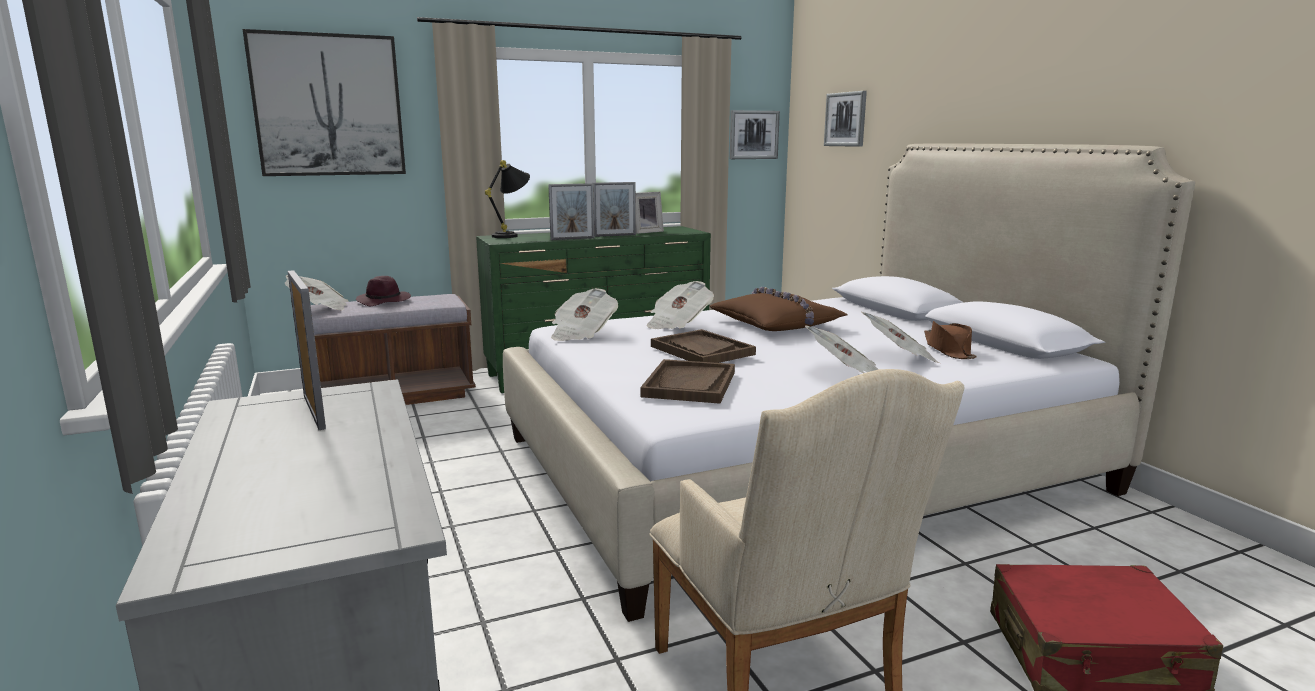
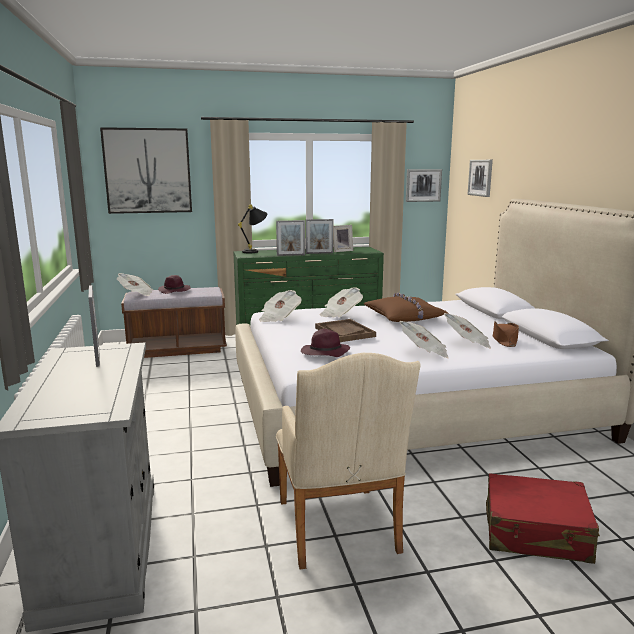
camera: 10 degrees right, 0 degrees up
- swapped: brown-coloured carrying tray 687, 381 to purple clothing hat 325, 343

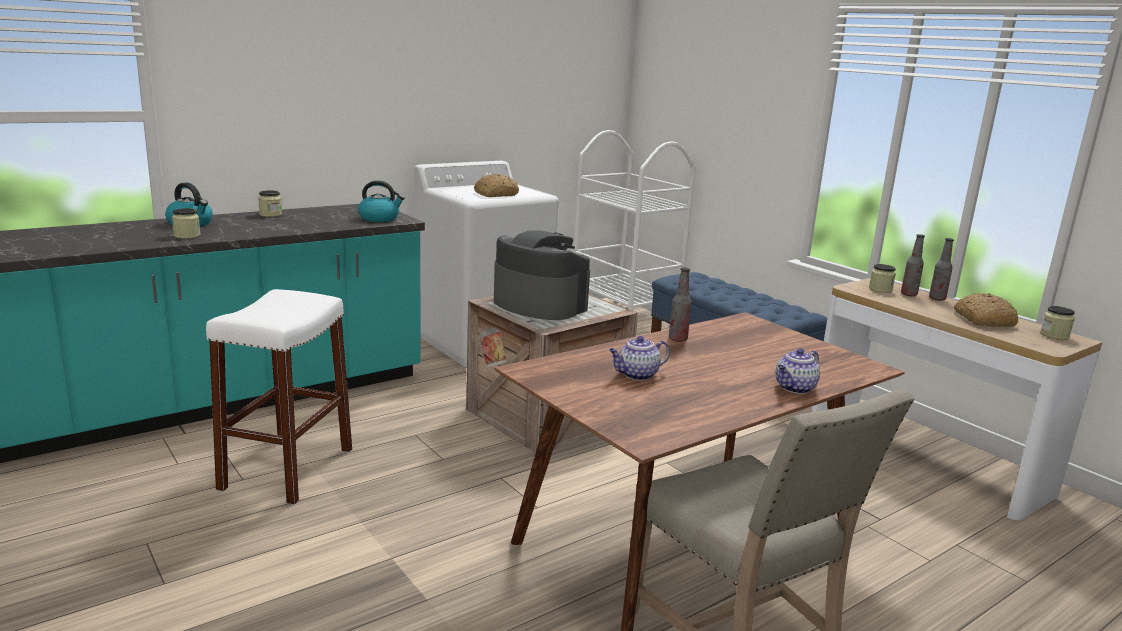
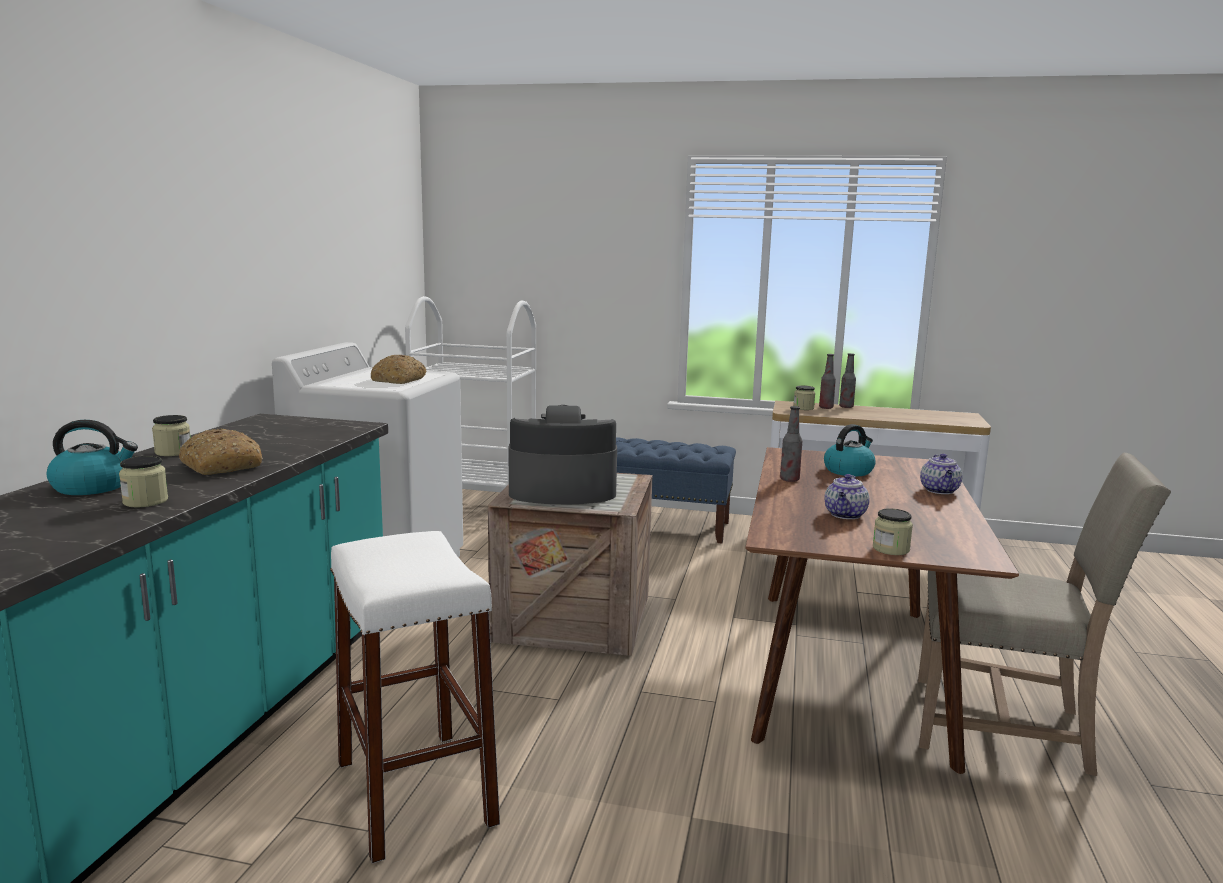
camera: 40 degrees left, 5 degrees down
- shifted: kettle 381, 201 to 850, 450
- shifted: bakery bread 986, 310 to 221, 451
- shifted: storage jar 1057, 323 to 893, 531

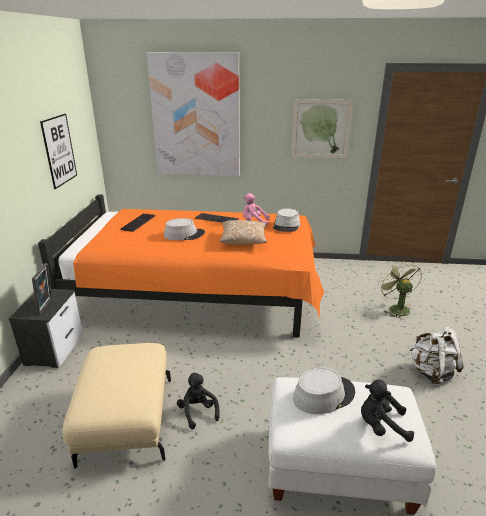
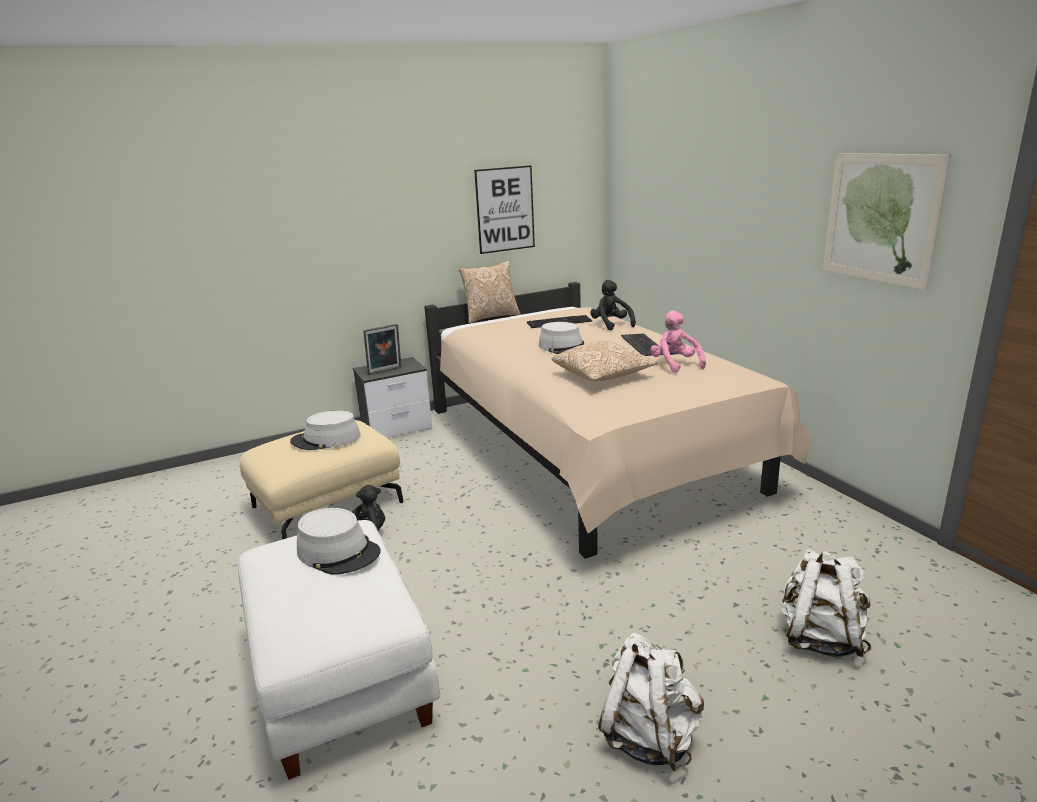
camera: 60 degrees right, 5 degrees down
- gone: picture 193, 114
- repainted: orange-coloured bed 181, 266 to sand-coloured bed 618, 420
- shifted: greyish clothing hat 286, 220 to 325, 430
- swapped: green-coloured electric fan 400, 290 to white knapsack 825, 603
- shifted: black-coloured cuddly toy 387, 410 to 613, 305
- new: pillow 490, 292

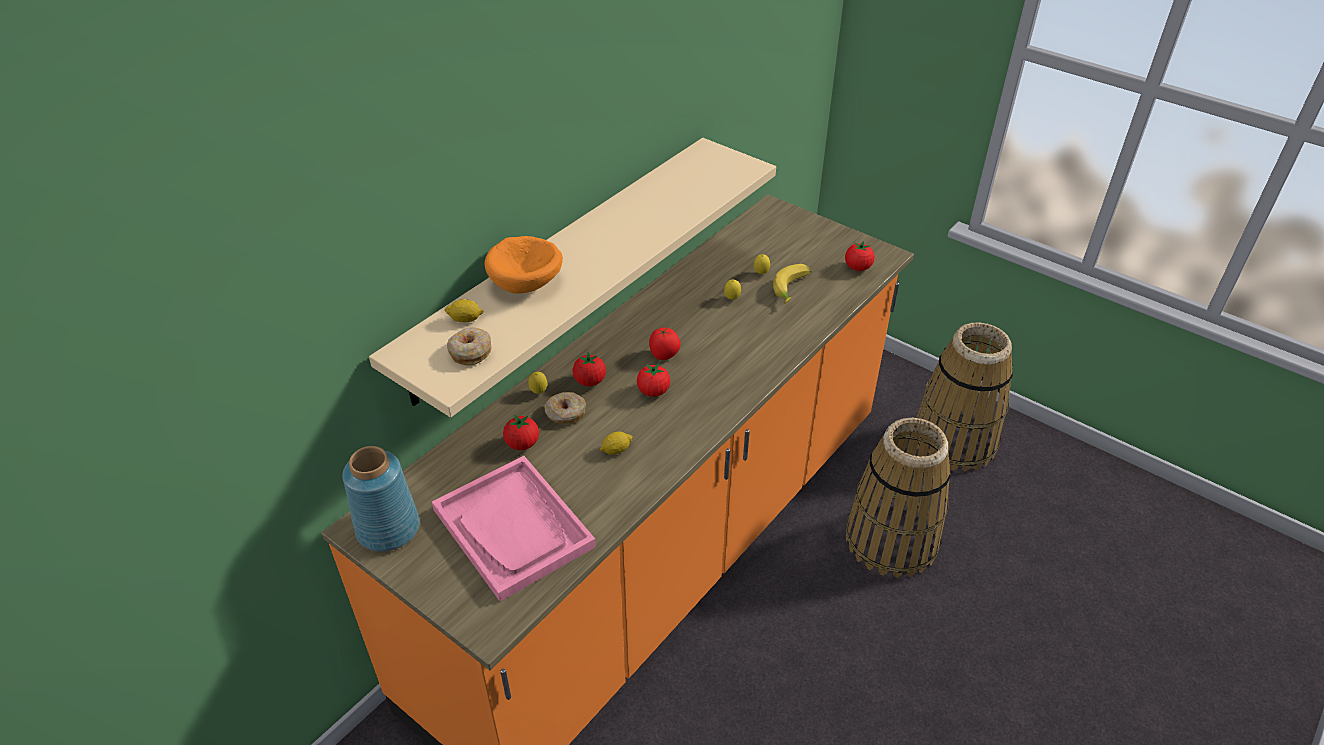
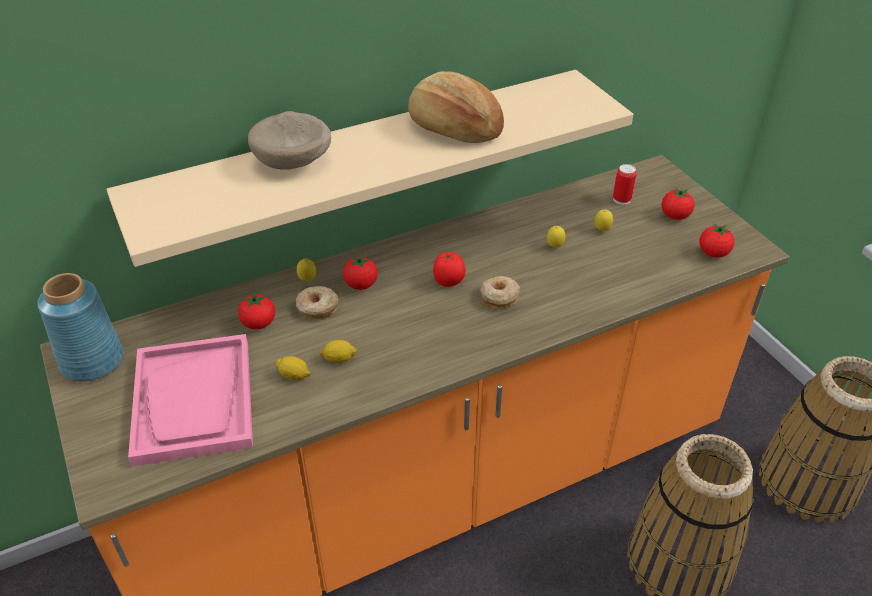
camera: 25 degrees right, 0 degrees up
- repainted: orange-coloured deep dish 524, 265 to sand-coloured deep dish 289, 140
- gone: banana fruit 792, 284
- shifted: lemon 464, 310 to 293, 368
- shifted: doughnut 469, 346 to 500, 293
- shifted: whole tomato 653, 380 to 678, 203
- new: bakery bread 456, 107
- new: can 625, 184

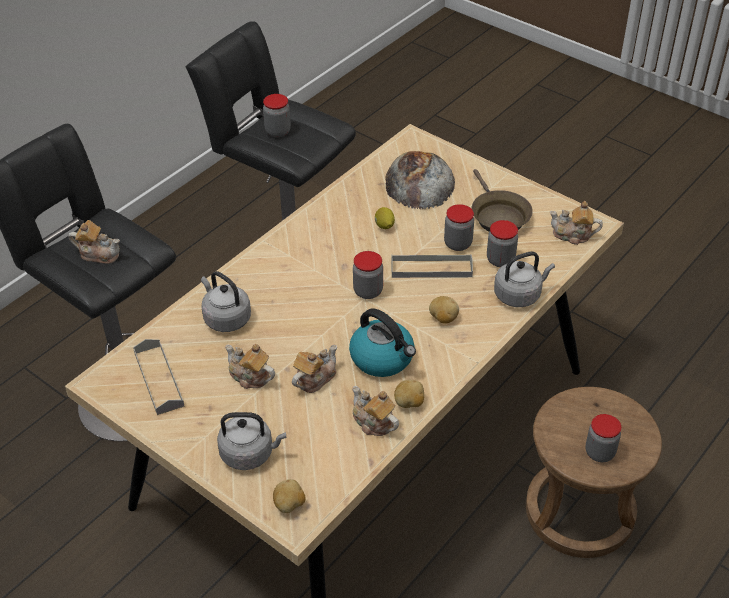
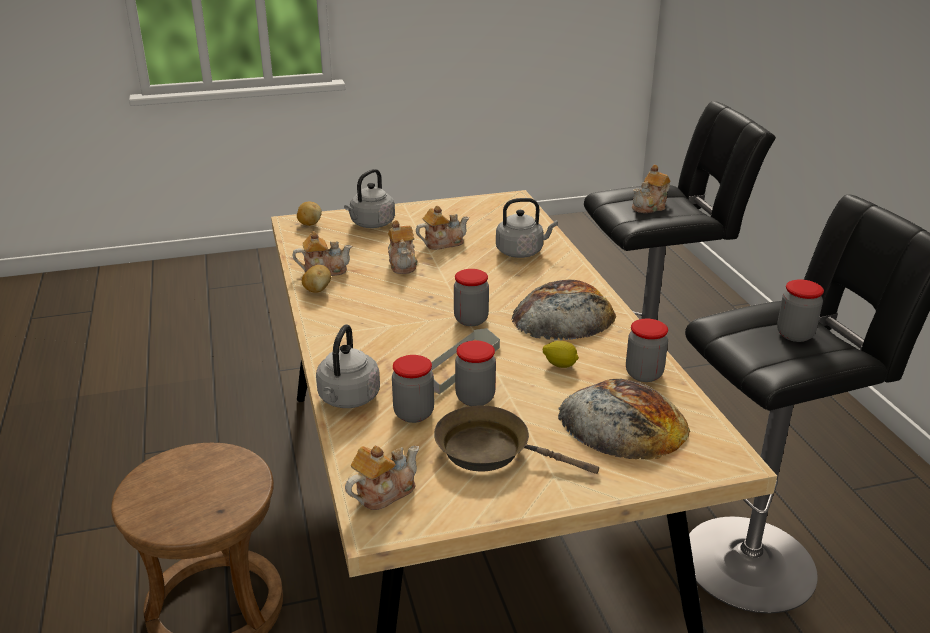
camera: 125 degrees right, 15 degrees down
- gone: spud 444, 310
- gone: kettle 382, 342
- gone: greyish carrying tray 159, 377
- shifted: storage jar 603, 438 to 647, 350
- new: bakery bread 564, 310

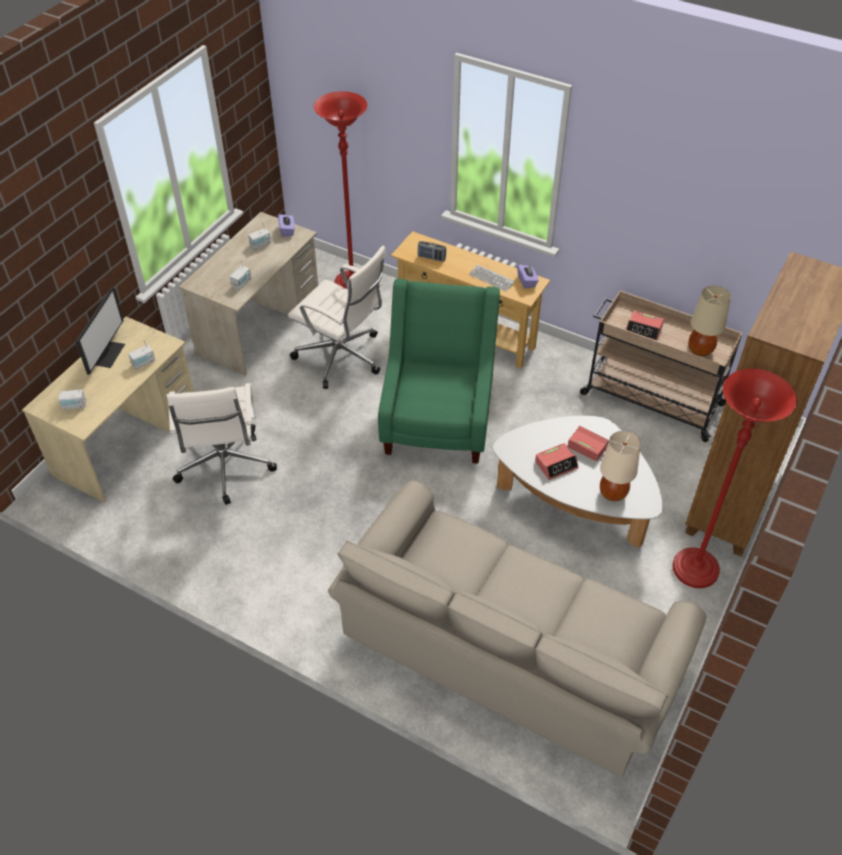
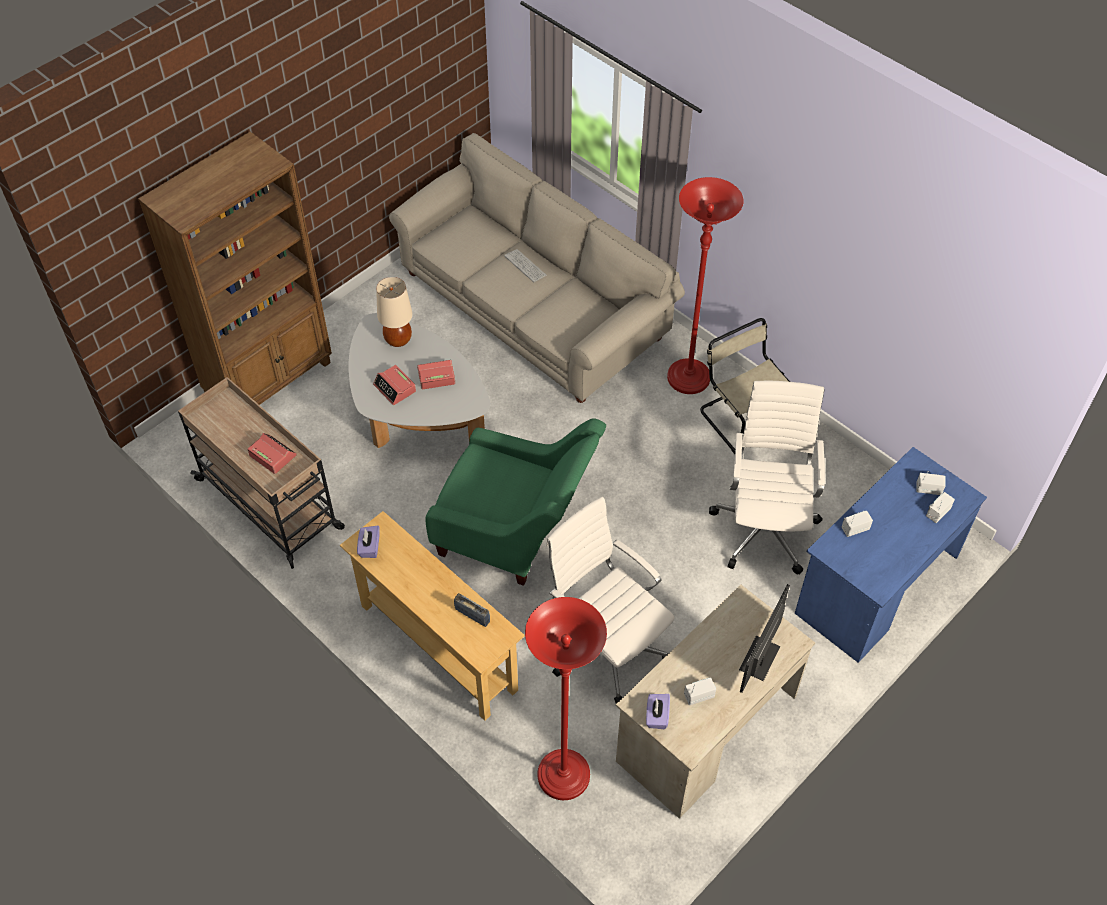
camera: 165 degrees left, 5 degrees up
- shifted: radio 240, 275 to 940, 507
- shifted: computer keyboard 492, 278 to 525, 265
- rotated: green-coloured armchair 439, 371 = 516, 502 90 degrees counterclockwise
- gone: sand-coloured tabletop lamp 709, 321
- shifted: computer display 100, 331 to 764, 638
- repainted: sand-coloured desk 108, 410 to bluish desk 891, 555
- shifted: reddish standing lamp 735, 478 to 705, 285
- new: sand-coloured upright chair 745, 386

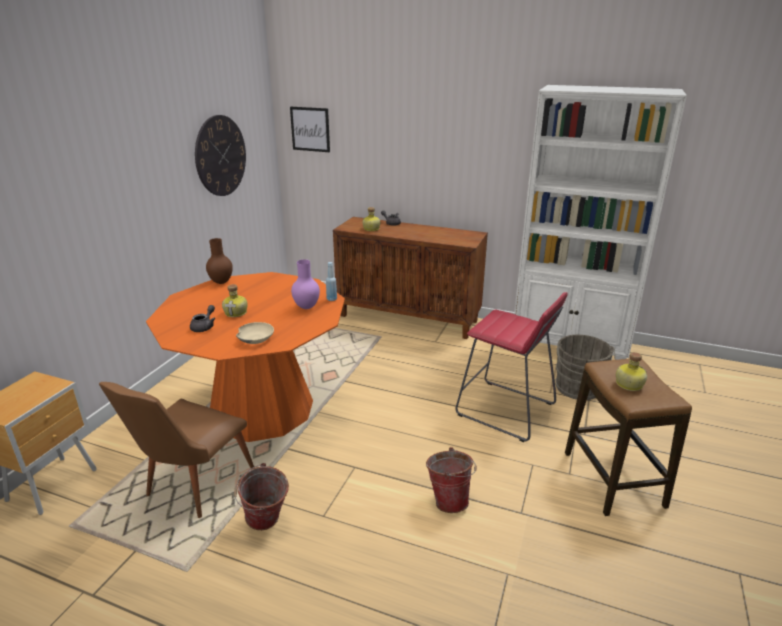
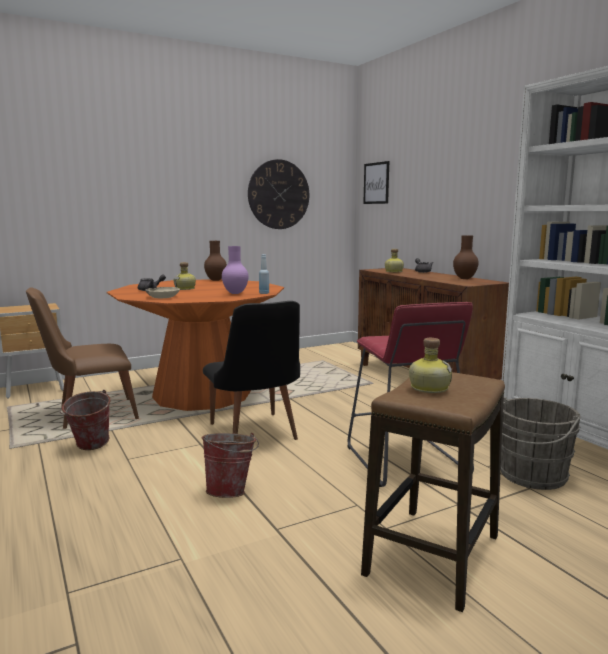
camera: 40 degrees right, 15 degrees down
- new: brown-coloured decorative vase 466, 257
- new: black-coloured upright chair 251, 370

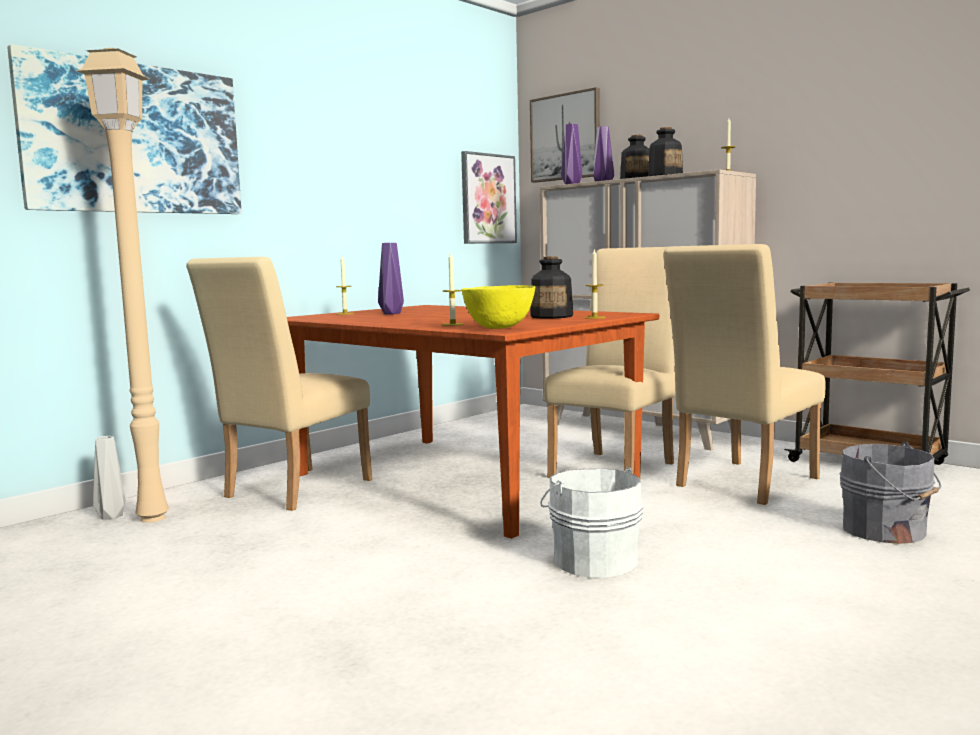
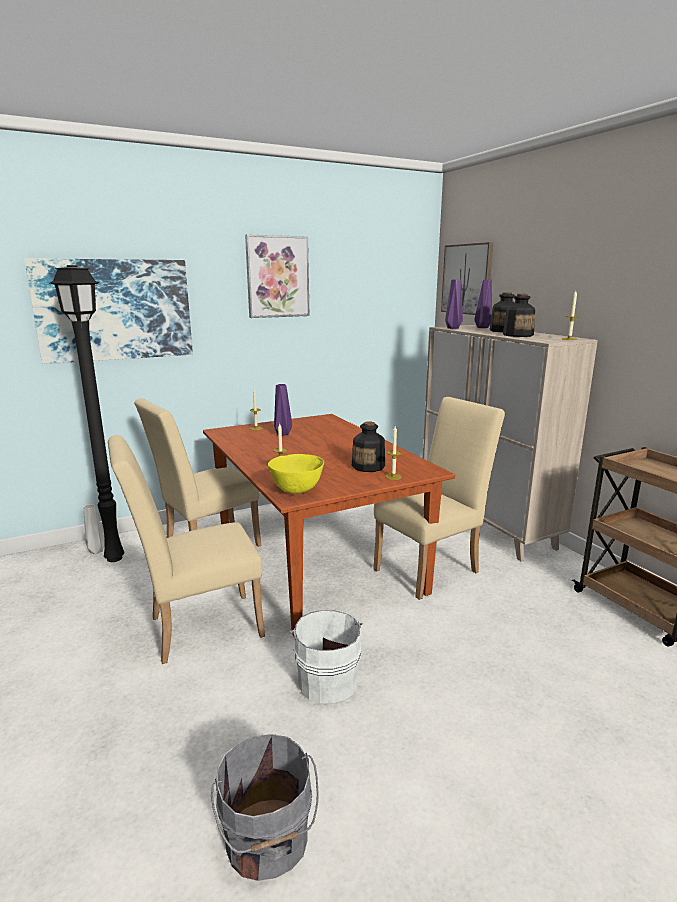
camera: 20 degrees right, 10 degrees up
- repainted: sand-coloured standing lamp 122, 285 to black-coloured standing lamp 87, 413
- shifted: picture 489, 197 to 277, 276
- shifted: sand-coloured upright chair 744, 374 to 186, 549
- shifted: greyish bucket 890, 493 to 265, 807

